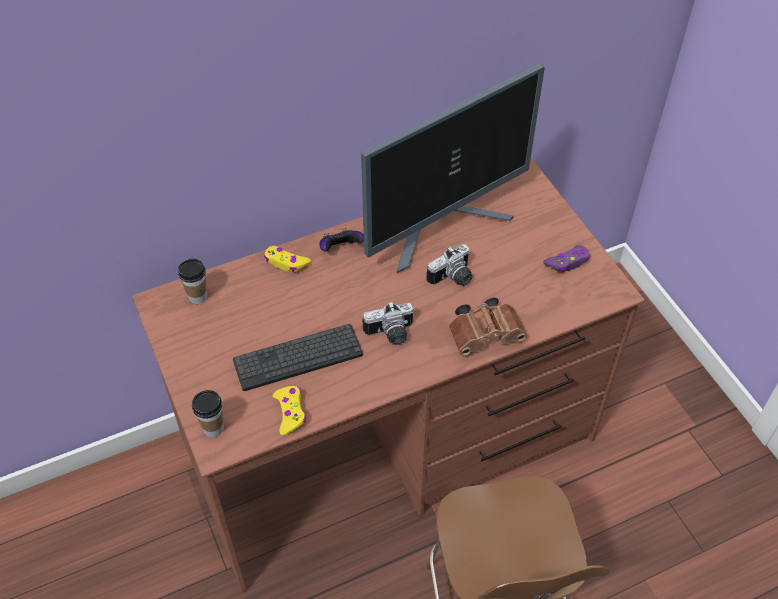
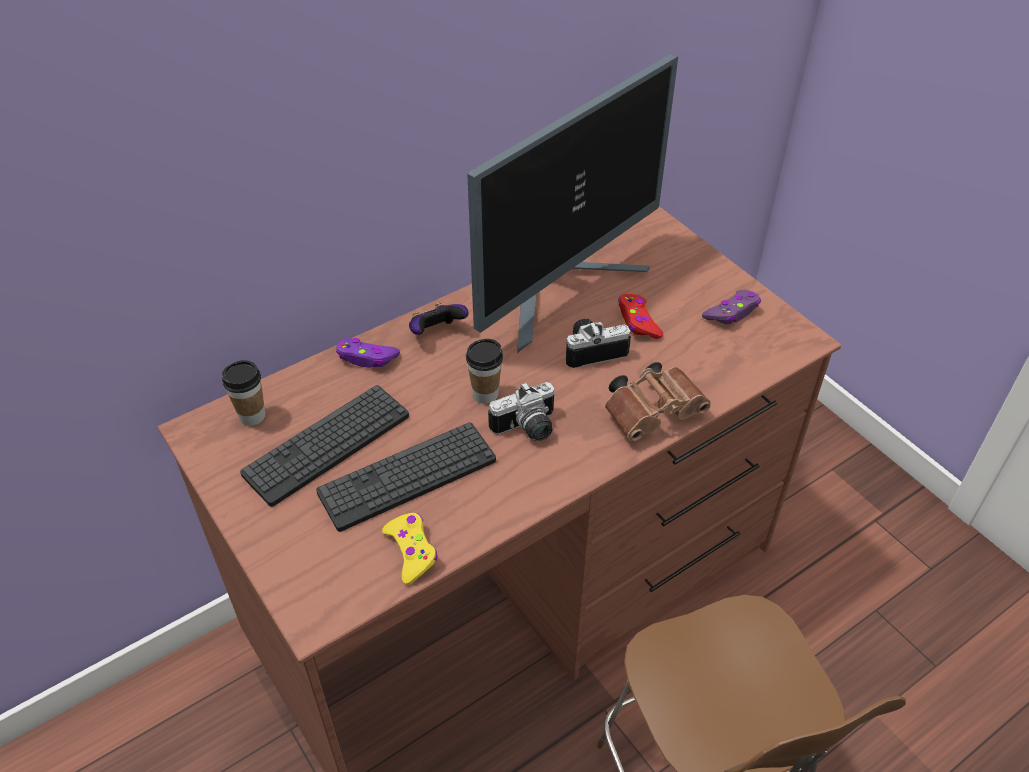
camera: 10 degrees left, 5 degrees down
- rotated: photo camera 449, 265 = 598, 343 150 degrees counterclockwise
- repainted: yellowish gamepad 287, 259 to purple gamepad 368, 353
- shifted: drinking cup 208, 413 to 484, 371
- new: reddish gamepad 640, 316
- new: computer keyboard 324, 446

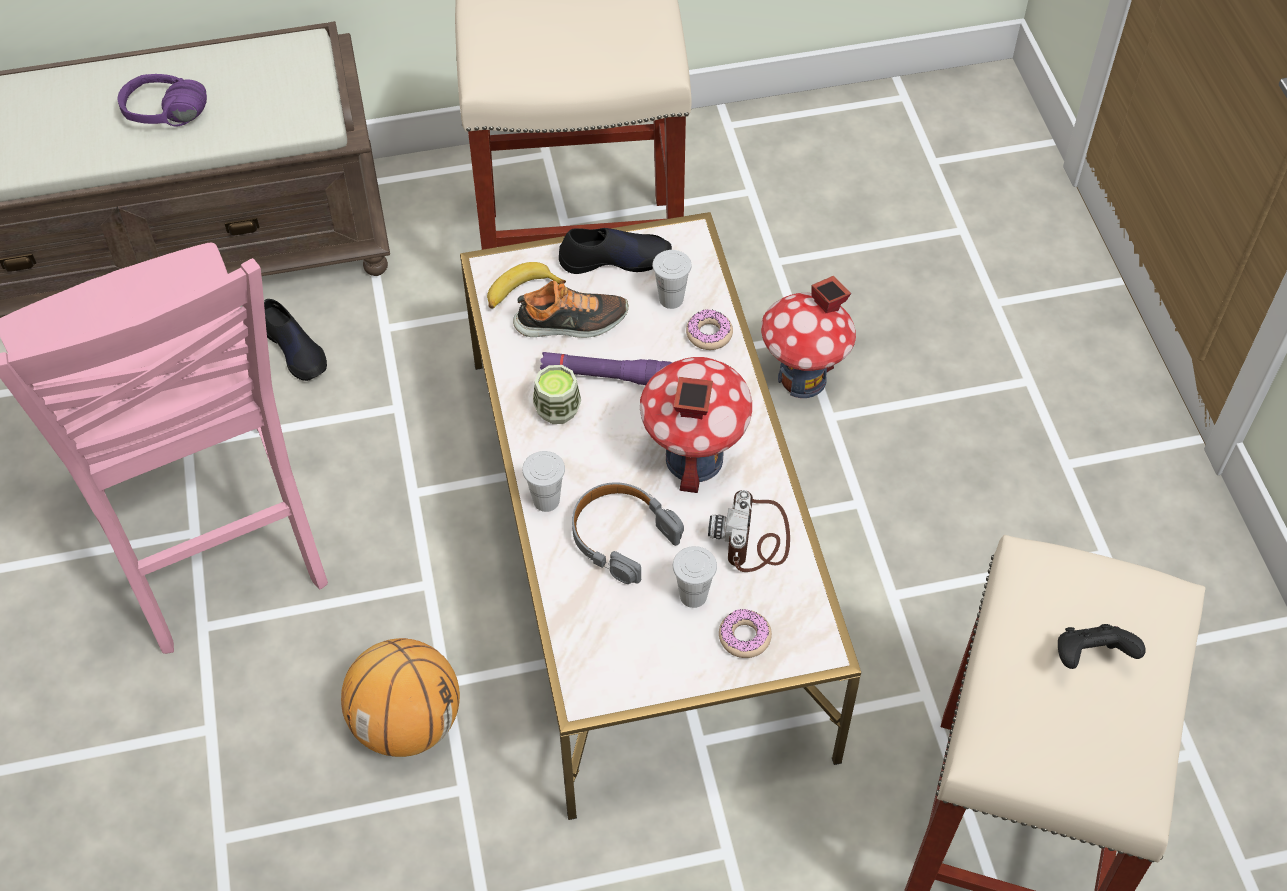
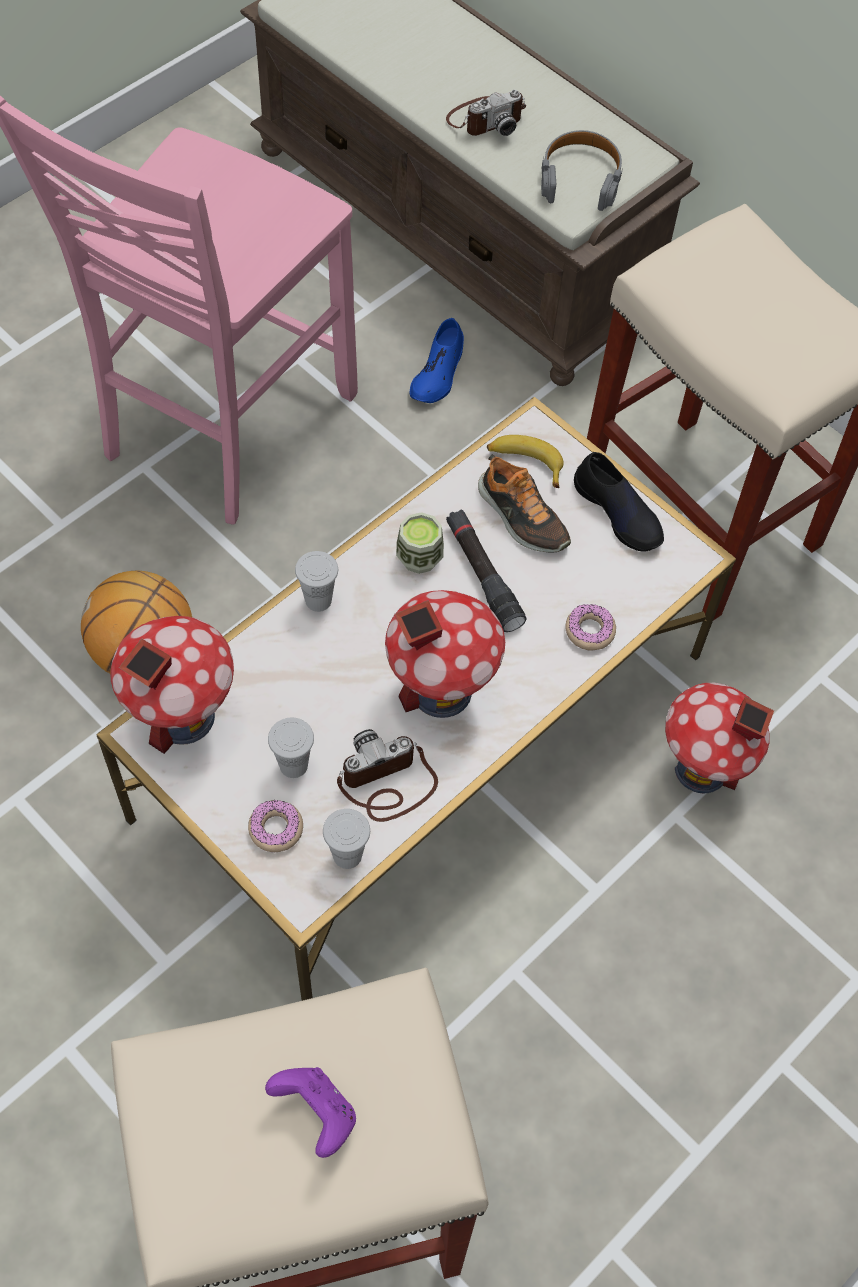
camera: 55 degrees right, 5 degrees up
- swapped: purple pair of headphones 162, 100 to photo camera 486, 113
- shifted: white drinking cup 672, 279 to 346, 839
- repainted: black-coloured item of footwear 295, 340 to bluish item of footwear 437, 360
- repainted: purple flashlight 606, 369 to black-coloured flashlight 486, 571
- shifted: greyish pair of headphones 628, 533 to 582, 170
- repainted: black-coloured gamepad 1102, 646 to purple gamepad 310, 1112
- new: model house 172, 685

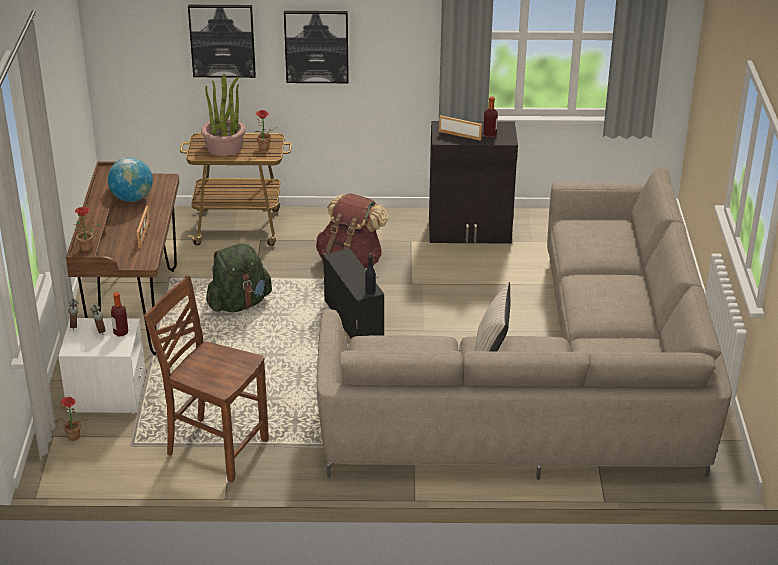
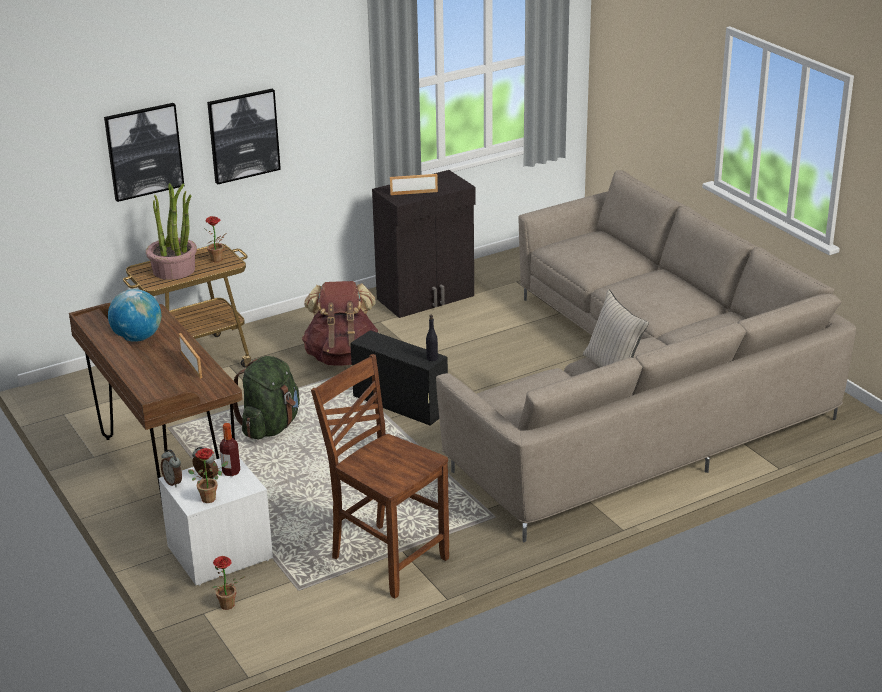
camera: 30 degrees left, 5 degrees down
- gone: drink bottle 490, 117
- shifted: houseplant 88, 229 to 208, 475
- rotated: brown-coloured upright chair 206, 378 = 380, 476 45 degrees clockwise

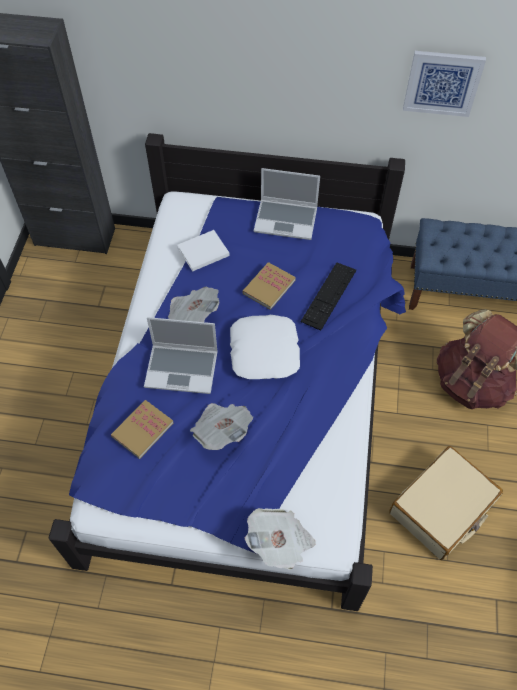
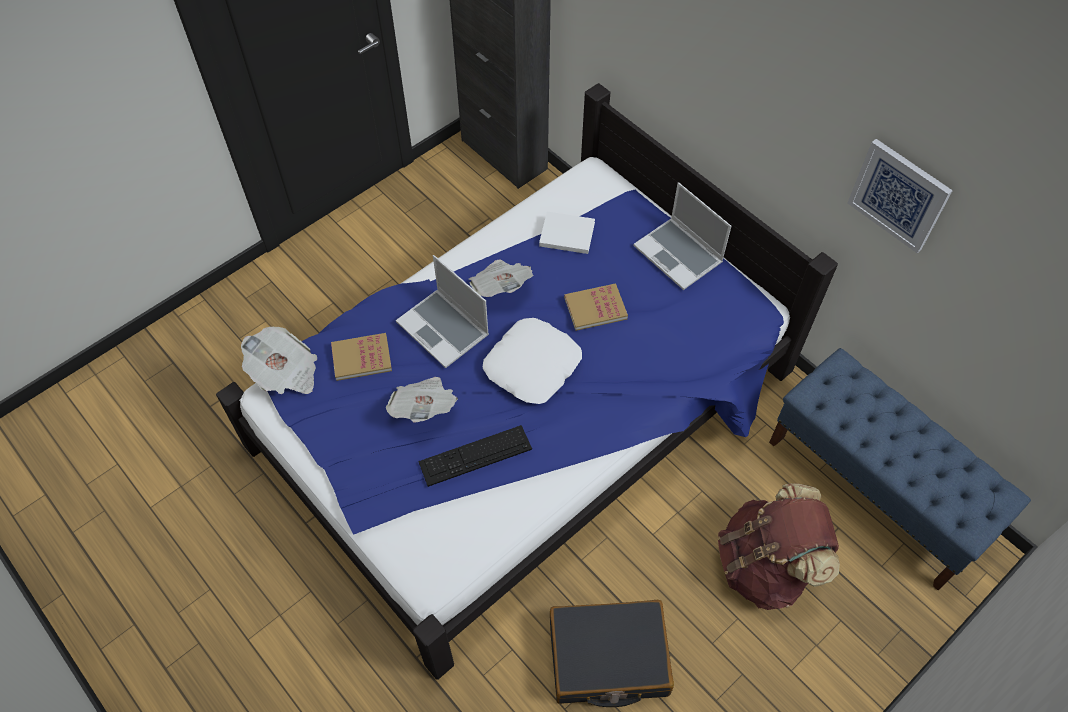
camera: 40 degrees right, 0 degrees up
- shifted: computer keyboard 328, 296 to 475, 456
- repainted: sand-coloured suitcase 446, 503 to black-coloured suitcase 612, 653
- shifted: daily paper 280, 539 to 279, 360

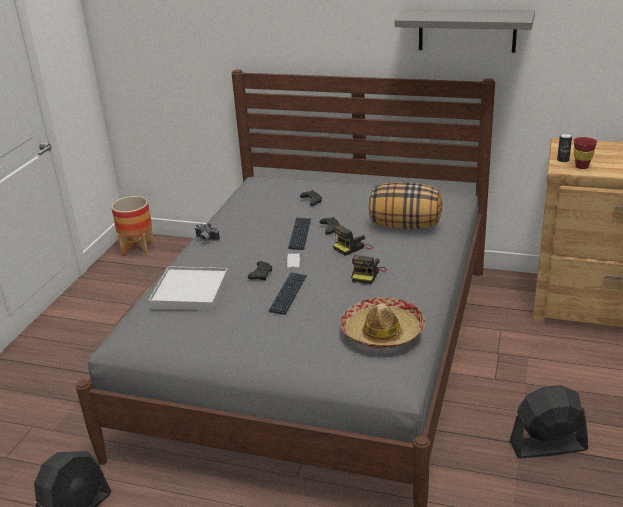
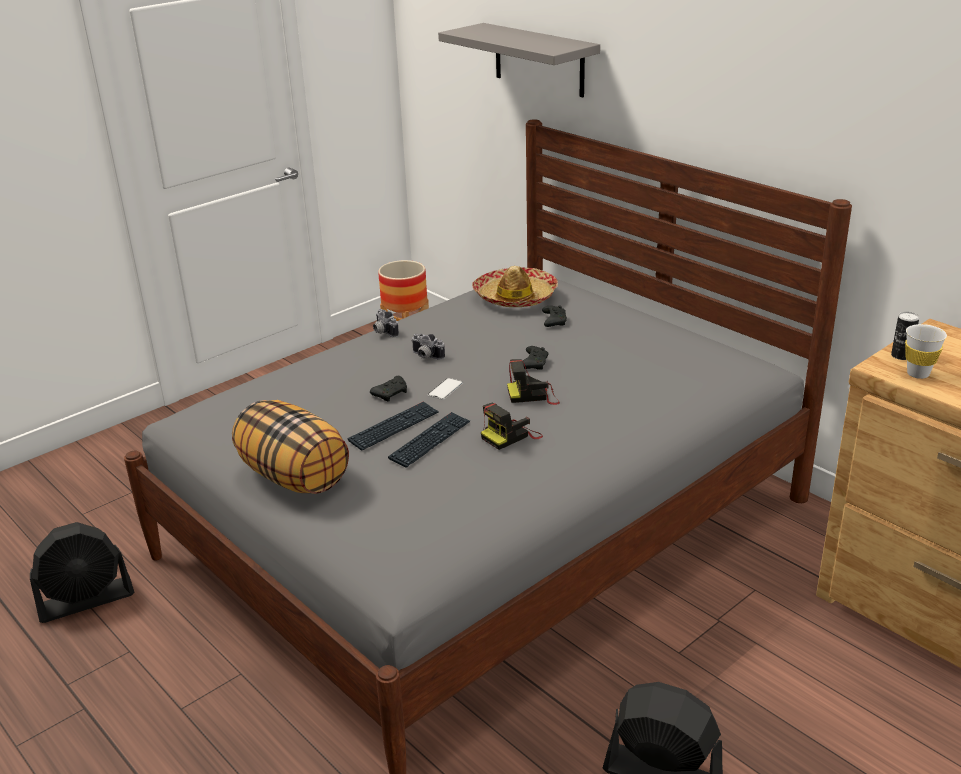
camera: 30 degrees right, 0 degrees up
- shifted: greyish bracket shelf 465, 31 to 519, 60
- repainted: reddish drinking cup 585, 153 to white drinking cup 926, 351
- shifted: pillow 405, 206 to 290, 447
- shifted: computer keyboard 299, 233 to 429, 440
- gone: white carrying tray 188, 288
- shifted: clothing hat 382, 322 to 515, 286
- new: photo camera 428, 347

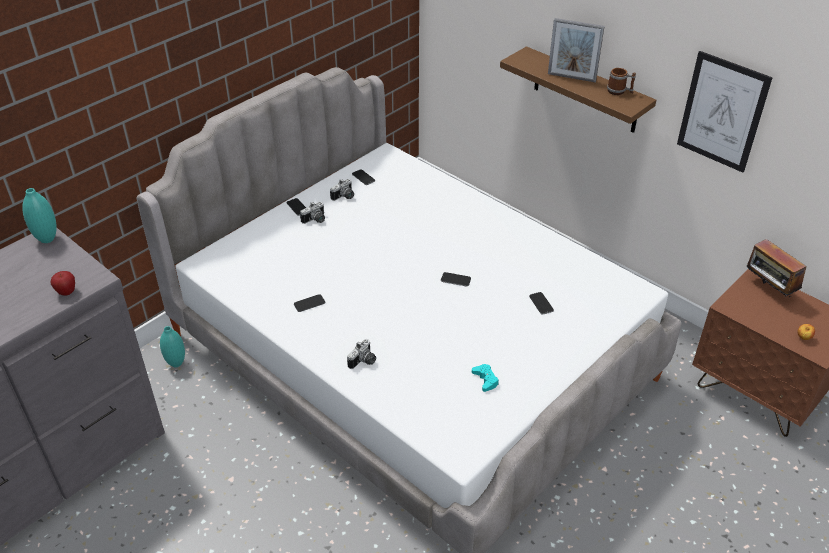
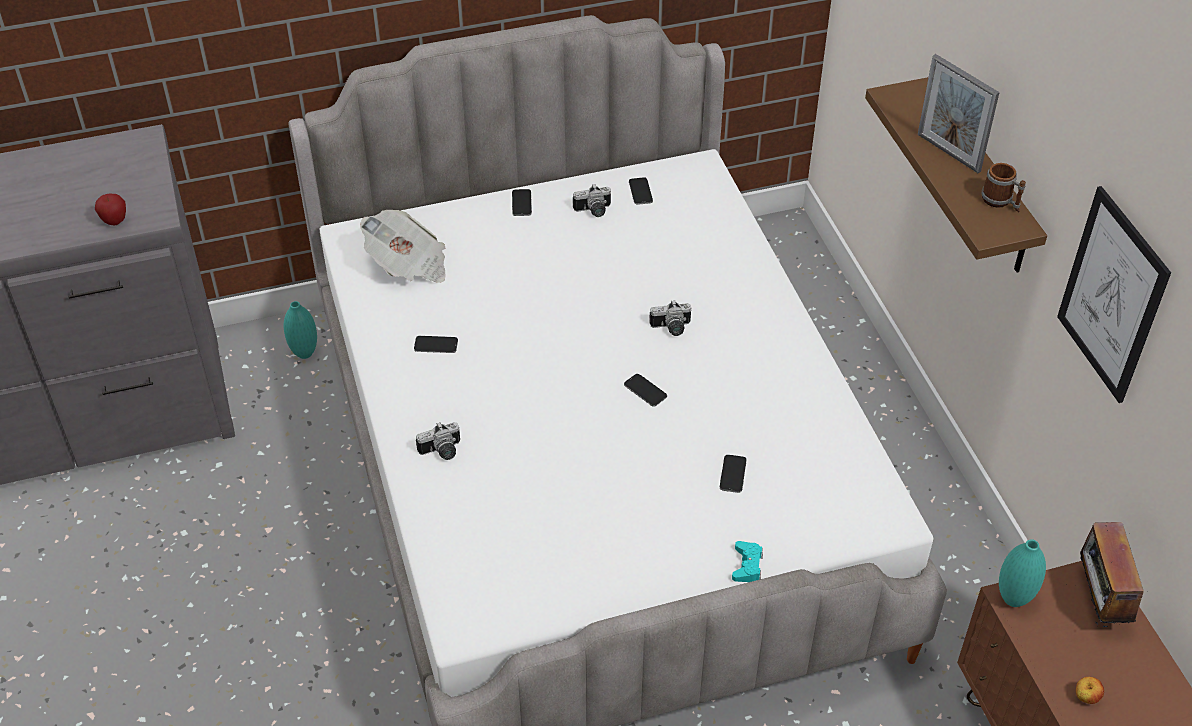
camera: 30 degrees right, 5 degrees up
- shifted: blue-green decorative vase 39, 215 to 1022, 573
- shifted: photo camera 312, 213 to 670, 318
- shifted: blue-green gamepad 485, 378 to 747, 561
- new: daily paper 403, 246

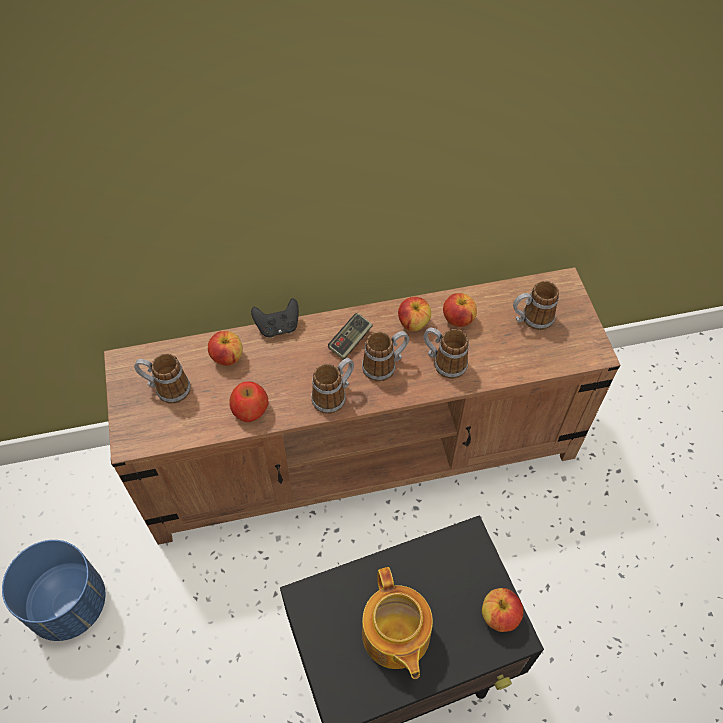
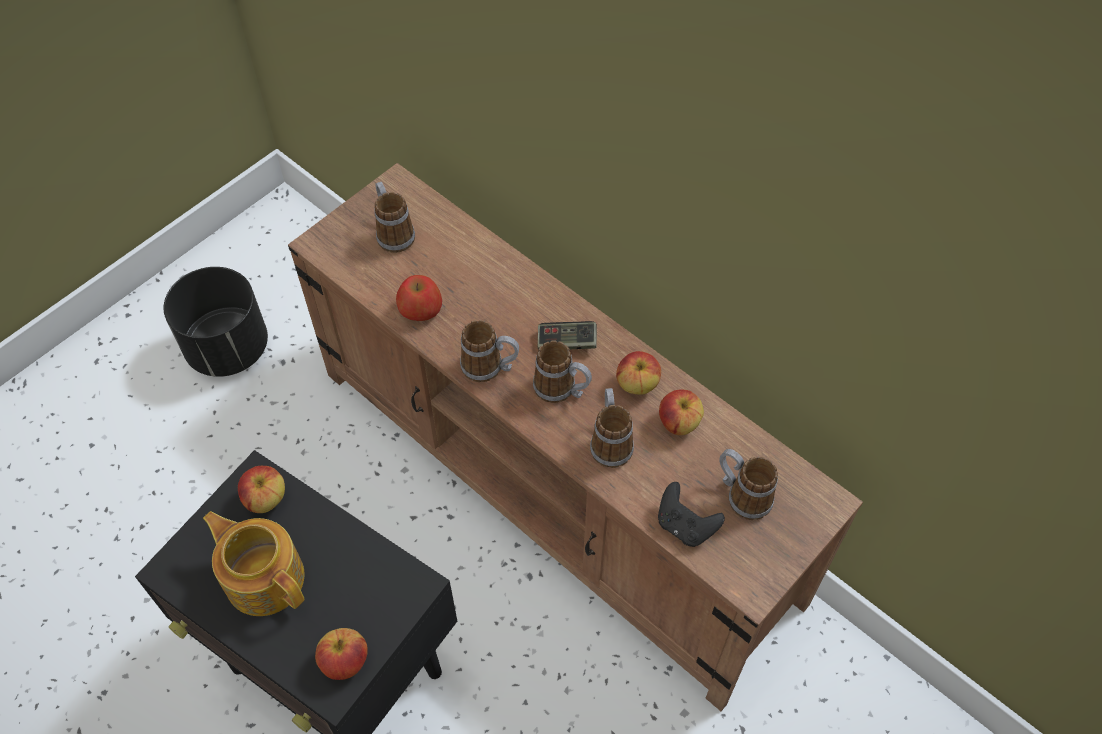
camera: 55 degrees right, 0 degrees up
- shifted: black-coloured gamepad 275, 317 to 691, 514
- shifted: apple fruit 225, 348 to 261, 489
- repainted: bluish flower pot 53, 590 to black-coloured flower pot 216, 322
- rotated: pot for tea 397, 623 = 254, 563 90 degrees clockwise

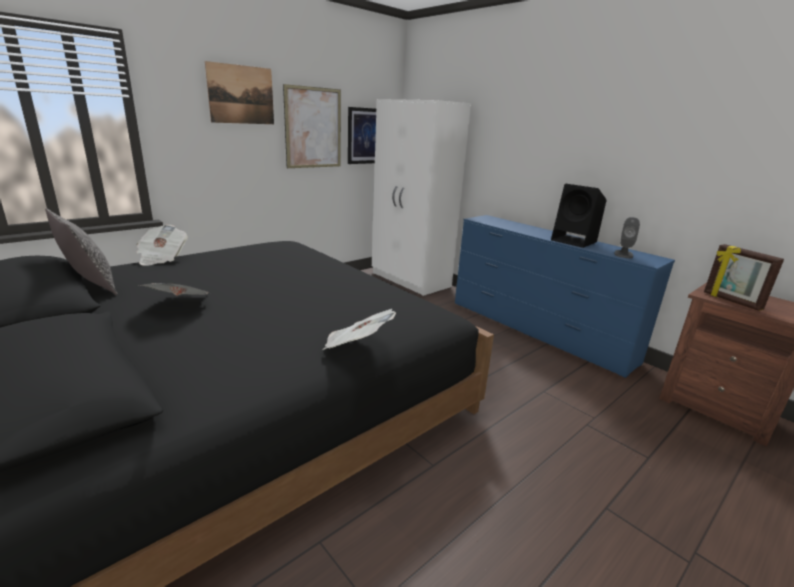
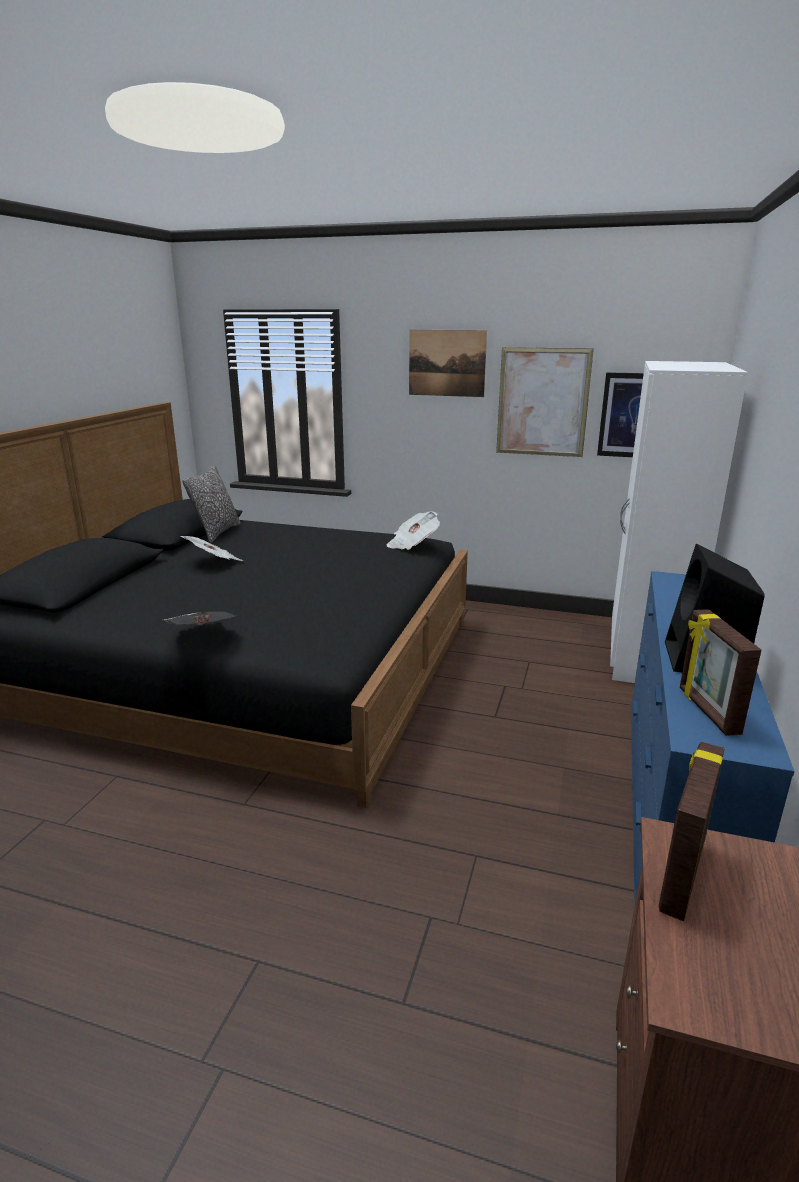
camera: 60 degrees right, 0 degrees up
- swapped: greyish audio speaker 627, 237 to standing frame 720, 672
- shifted: daily paper 162, 245 to 413, 530

